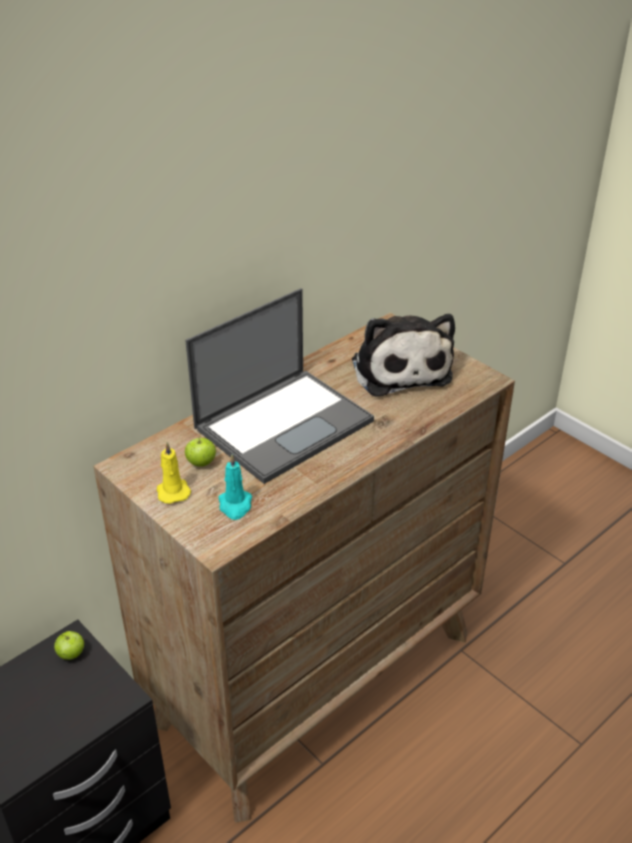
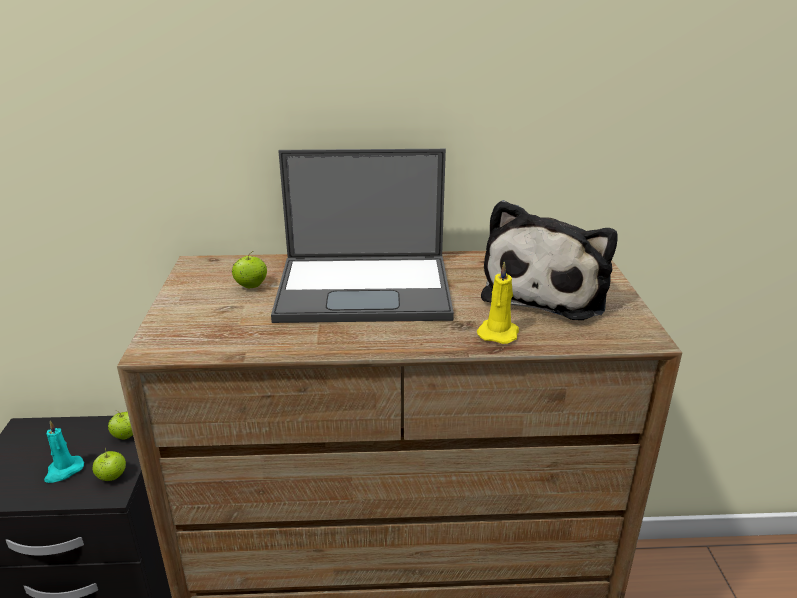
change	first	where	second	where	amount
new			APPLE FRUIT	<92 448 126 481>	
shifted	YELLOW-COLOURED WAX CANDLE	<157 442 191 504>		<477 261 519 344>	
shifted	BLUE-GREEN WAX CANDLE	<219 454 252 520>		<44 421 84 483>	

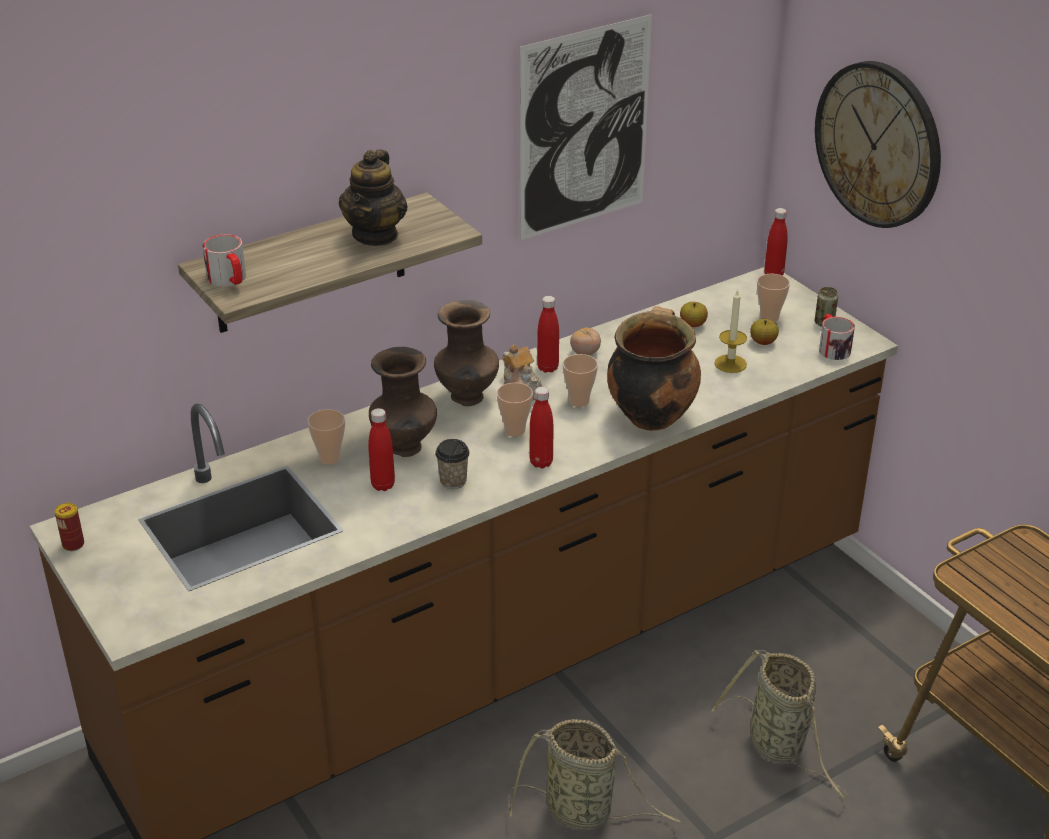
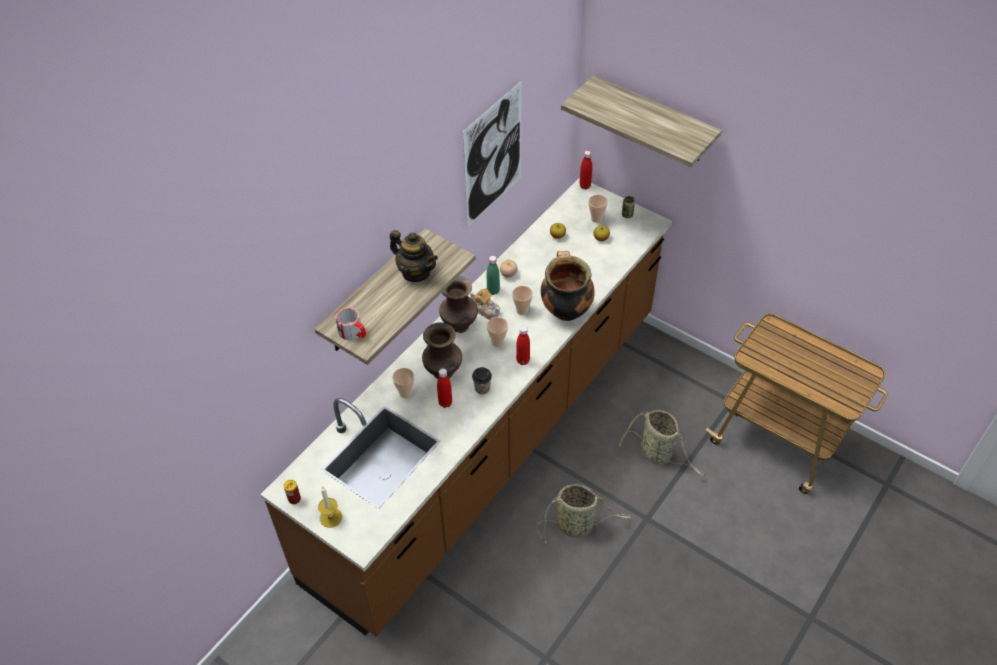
change	first	where	second	where	amount
gone	COFFEE MUG	<819 314 855 360>			
shifted	WAX CANDLE	<715 289 747 373>		<318 486 342 528>	
swapped	CLOCK ON THE WALL	<815 61 941 228>	BRACKET SHELF	<561 76 722 167>	
repainted	RED BEVERAGE BOTTLE	<537 296 559 373>	GREEN BEVERAGE BOTTLE	<487 256 500 295>	
rotated	TEAPOT	<339 150 408 246>		<390 230 438 282>	45 degrees counterclockwise

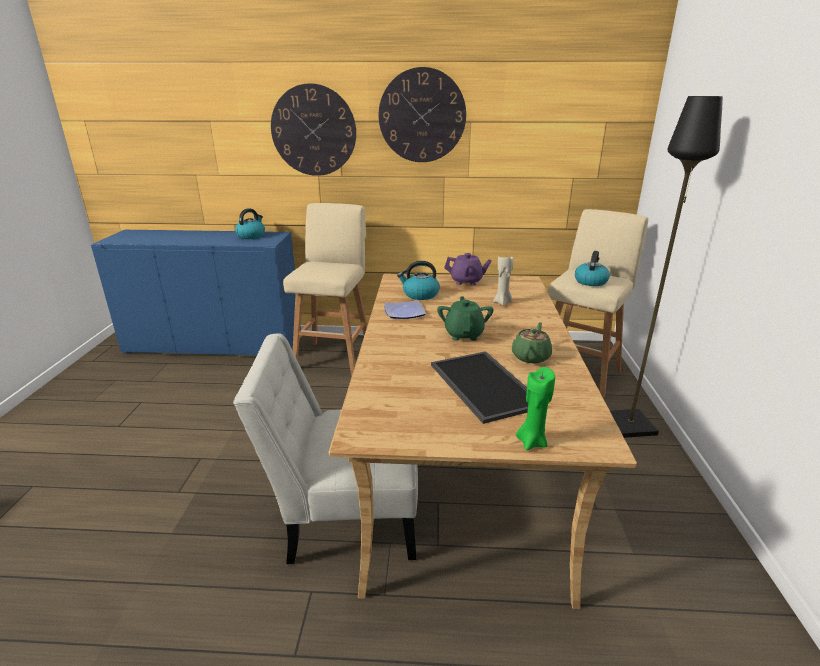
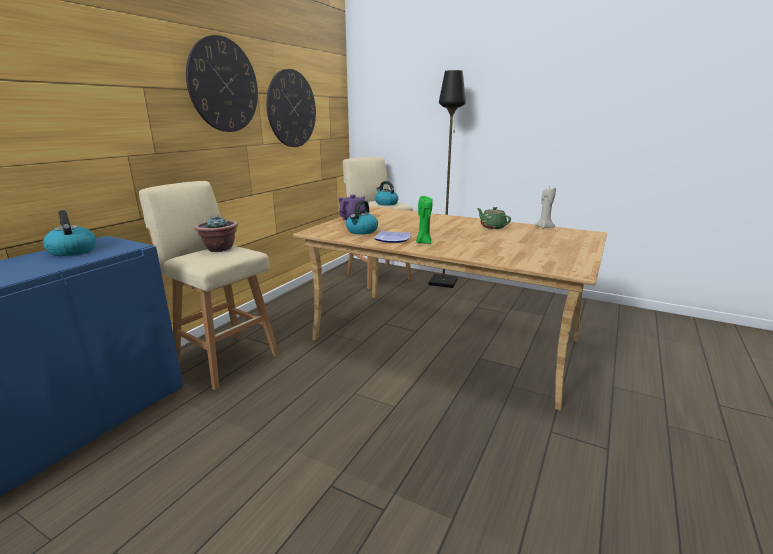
change	first	where	second	where	amount
gone	WHITE-COLOURED CHAIR	<233 333 418 564>			
gone	SERVING TRAY	<431 351 528 424>			
gone	GREEN TEAPOT	<437 297 494 341>			
new			PLANT IN A POT	<194 215 238 252>	
shifted	CLOCK ON THE WALL	<271 83 356 176>		<266 69 316 147>	
shifted	SAND-COLOURED WAX CANDLE	<493 256 513 306>		<534 187 556 229>	
shifted	GREEN WAX CANDLE	<516 367 555 450>		<416 196 433 244>	

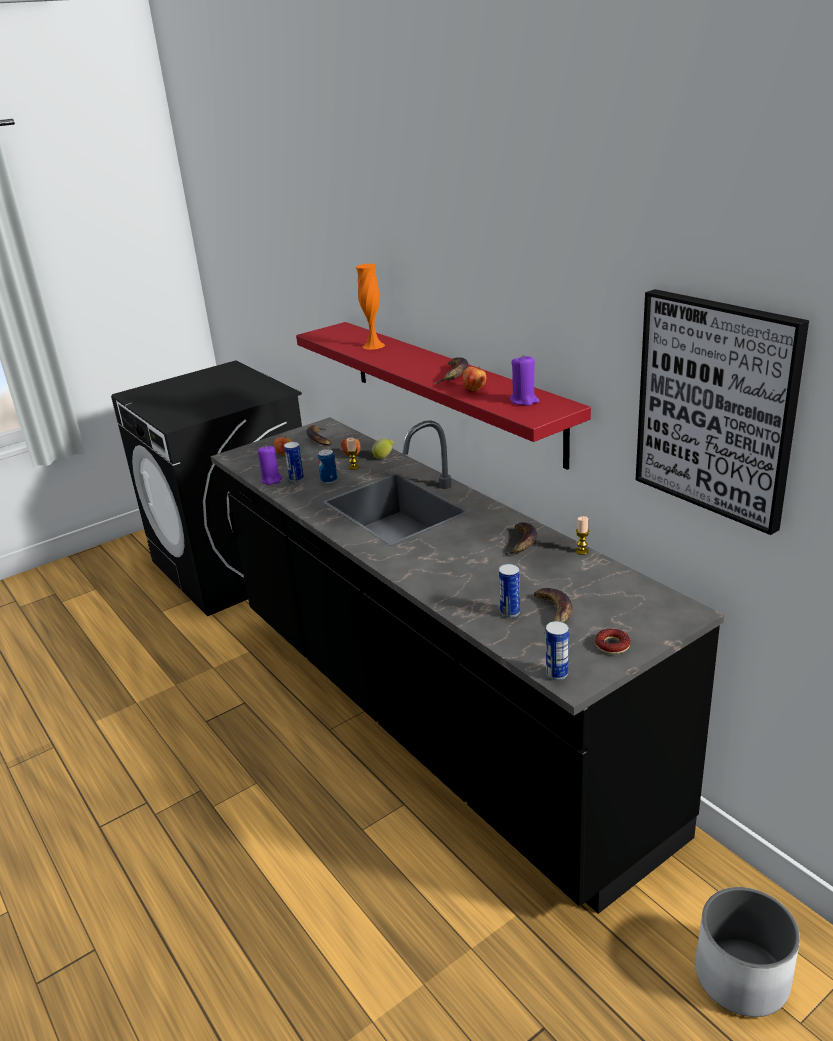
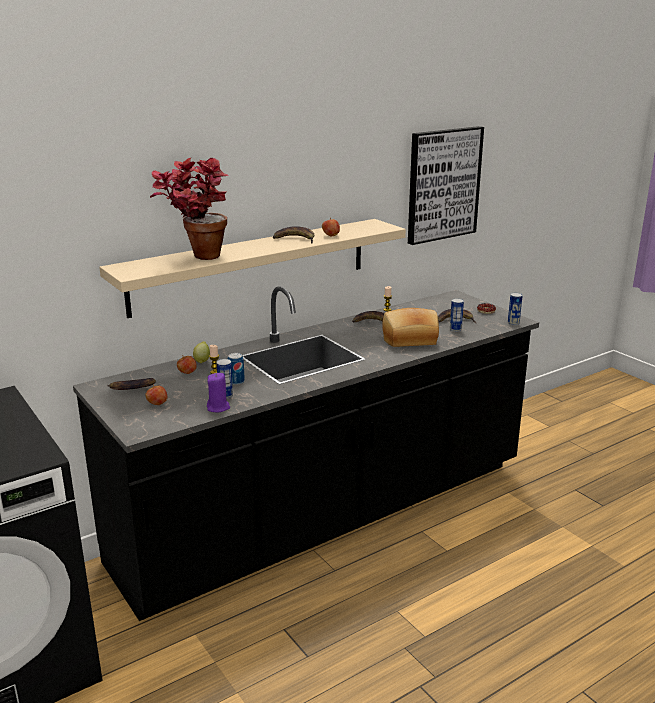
change	first	where	second	where	amount
gone	PURPLISH WAX CANDLE	<510 355 540 406>			
gone	WHITE-COLOURED PLANTER	<696 887 800 1017>			
new			BAKED BREAD	<382 308 439 347>	
swapped	ORANGEY VASE	<356 264 385 350>	PLANT IN A POT	<150 158 228 260>	
repainted	RED BRACKET SHELF	<296 322 591 470>	SAND-COLOURED BRACKET SHELF	<99 219 406 318>	

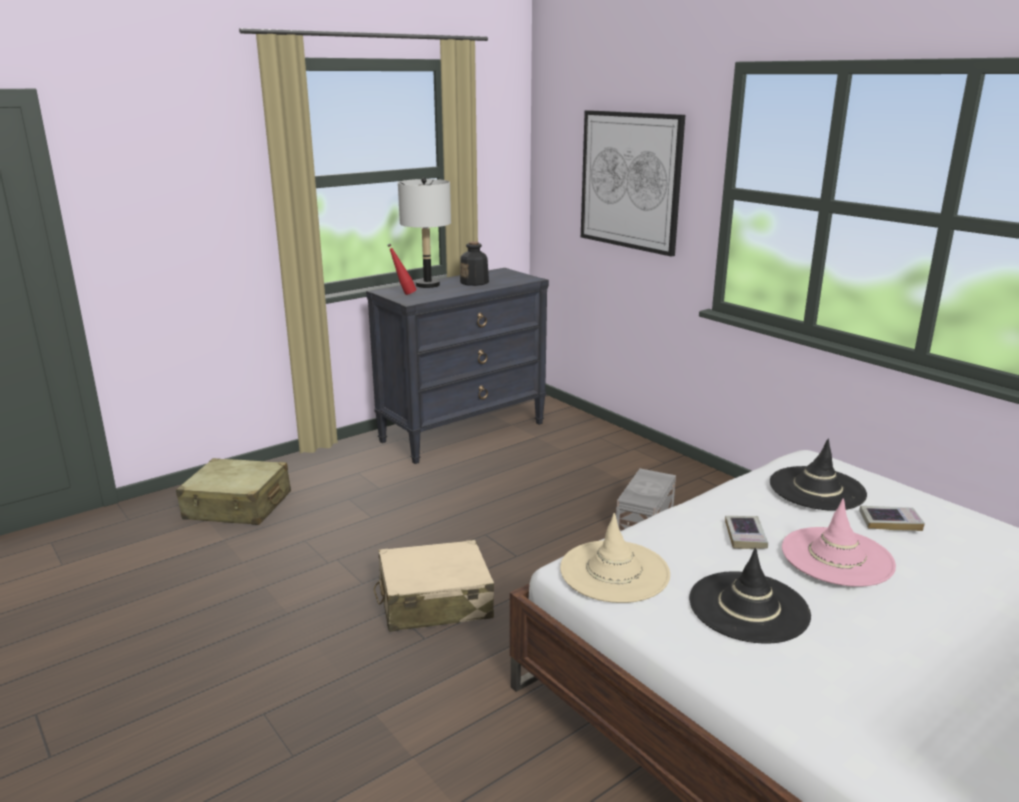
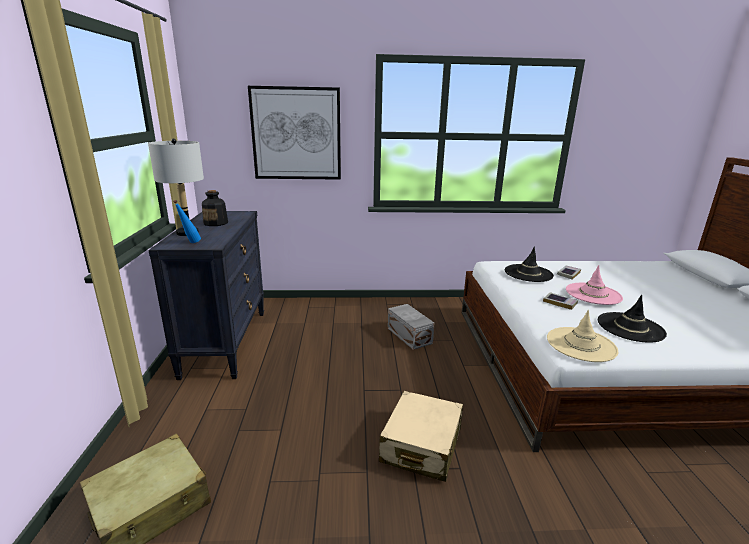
change	first	where	second	where	amount
repainted	RED BEVERAGE BOTTLE	<387 244 417 295>	BLUE-COLOURED BEVERAGE BOTTLE	<173 200 201 243>	

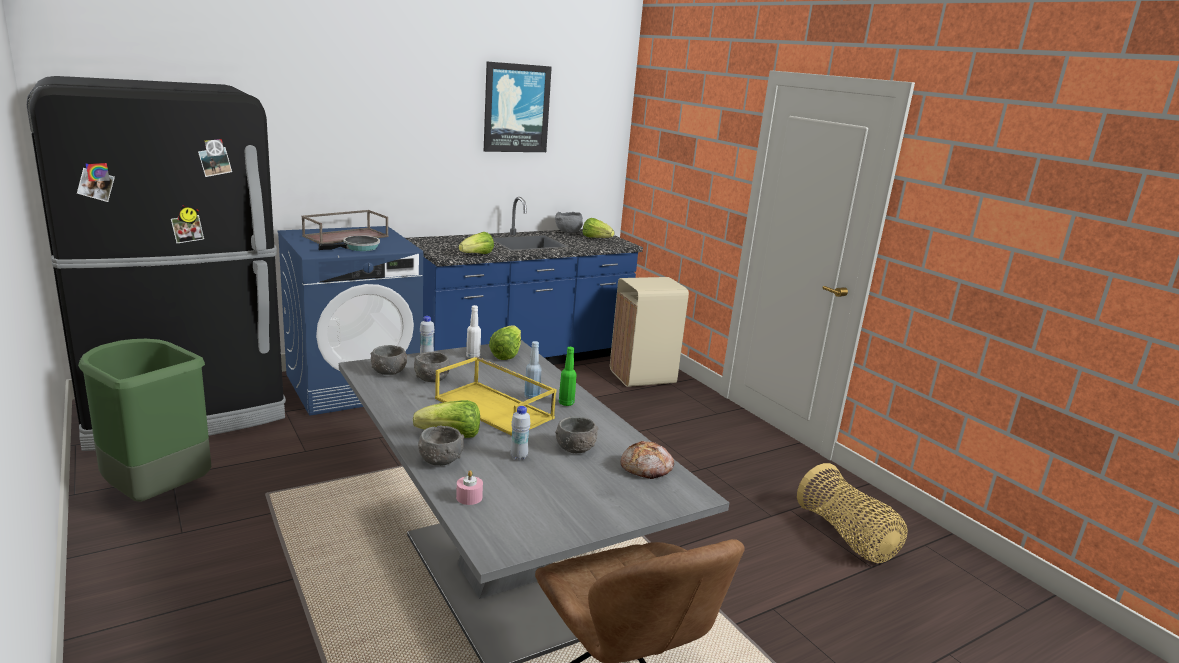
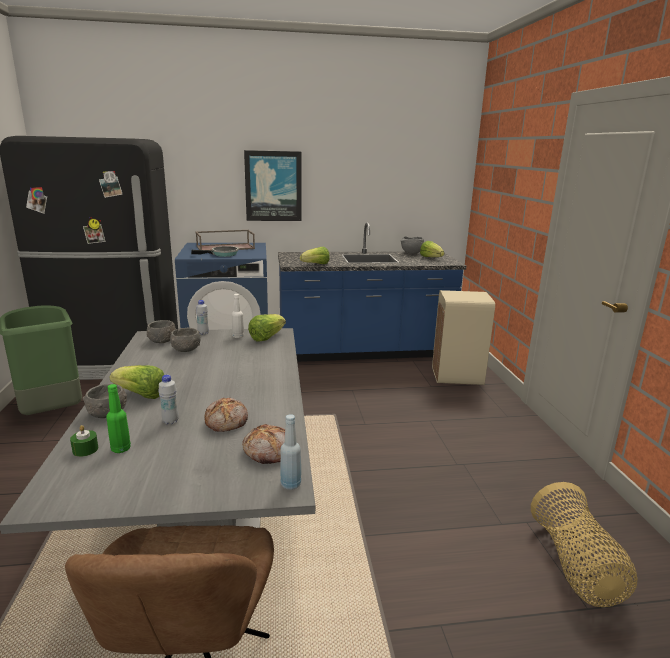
change	first	where	second	where	amount
gone	YELLOW-COLOURED SERVING TRAY	<435 356 557 436>			
shifted	PICTURE	<484 62 552 152>		<244 150 301 221>	
shifted	BLUE-COLOURED BEVERAGE BOTTLE	<524 341 542 399>		<280 414 301 490>	
shifted	GREEN BEVERAGE BOTTLE	<559 347 576 406>		<106 384 131 453>	
swapped	GREYISH DEEP DISH	<555 416 599 453>	BAKED BREAD	<204 397 248 432>	
repainted	PINK-COLOURED WAX CANDLE	<456 470 483 505>	GREEN WAX CANDLE	<70 425 98 457>	

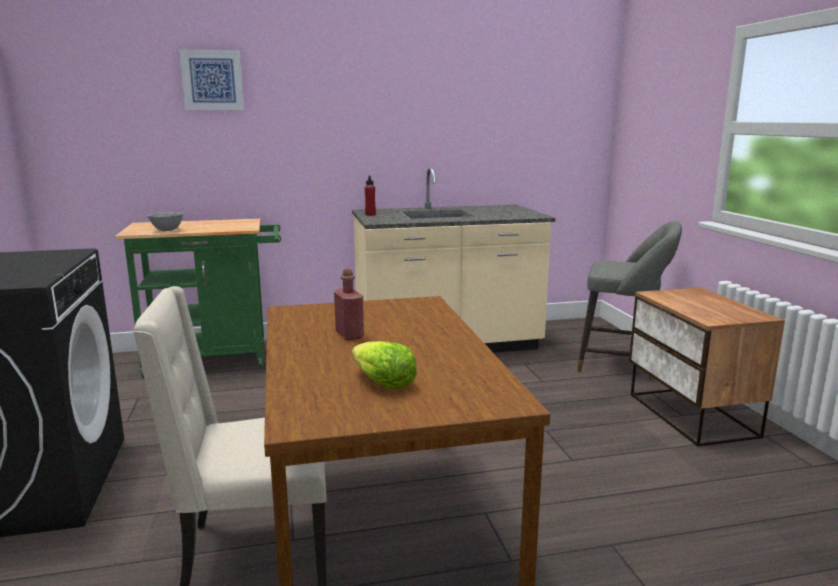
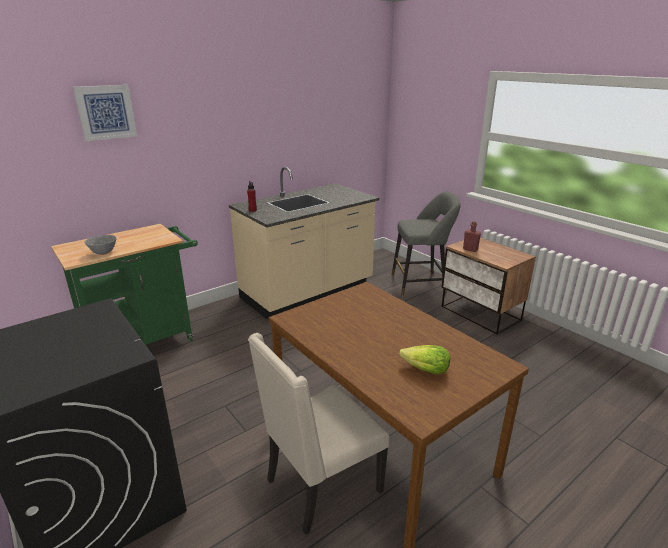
change	first	where	second	where	amount
shifted	RED BEVERAGE BOTTLE	<334 269 364 340>		<463 221 481 252>	

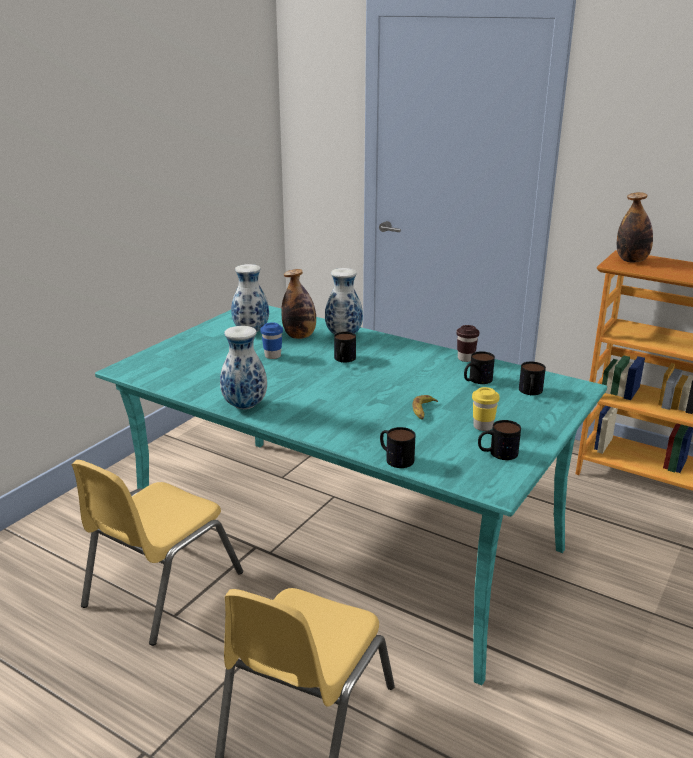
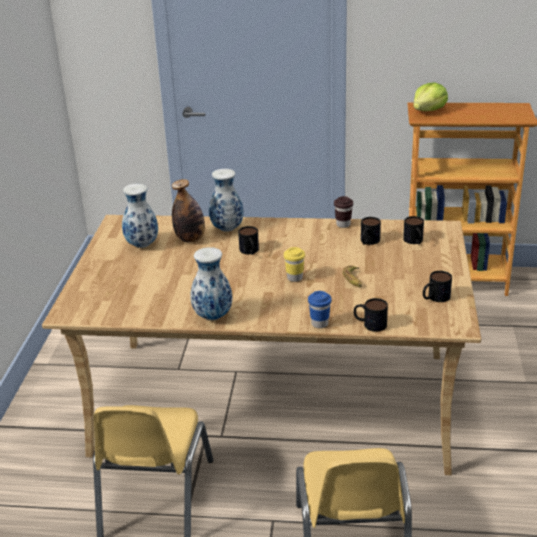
change	first	where	second	where	amount
shifted	BLUE-COLOURED SMALL CUP	<260 322 283 359>		<308 291 331 328>	
shifted	YELLOW-COLOURED SMALL CUP	<472 387 500 431>		<284 247 305 282>	
swapped	BEVERAGE BOTTLE	<617 192 653 262>	LETTUCE	<413 82 448 111>	
repainted	BLUE-GREEN DINING TABLE	<95 306 607 686>	SAND-COLOURED DINING TABLE	<42 215 481 475>	

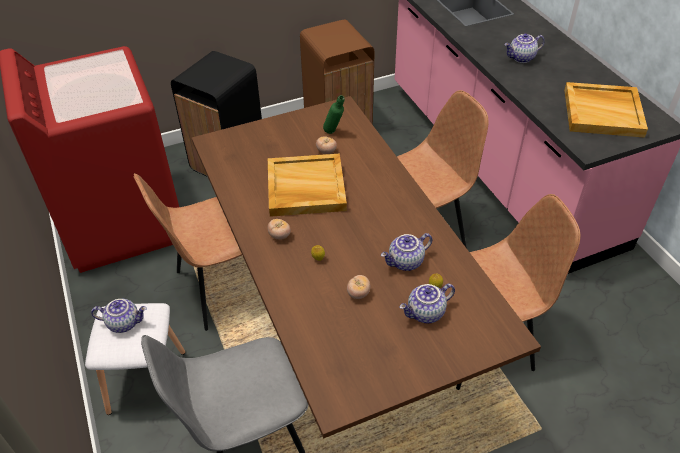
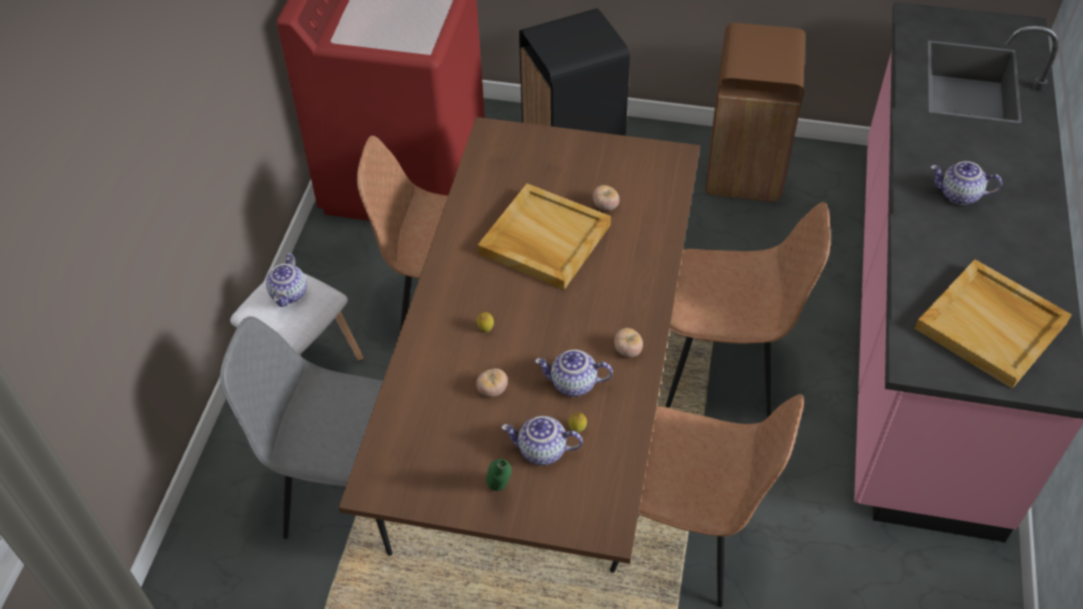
change	first	where	second	where	amount
shifted	TOMATO	<268 219 291 240>		<614 328 643 358>	
shifted	GREEN BEVERAGE BOTTLE	<323 95 345 134>		<486 459 512 491>	
rotated	TEAPOT	<91 299 147 333>		<266 253 307 307>	60 degrees clockwise

